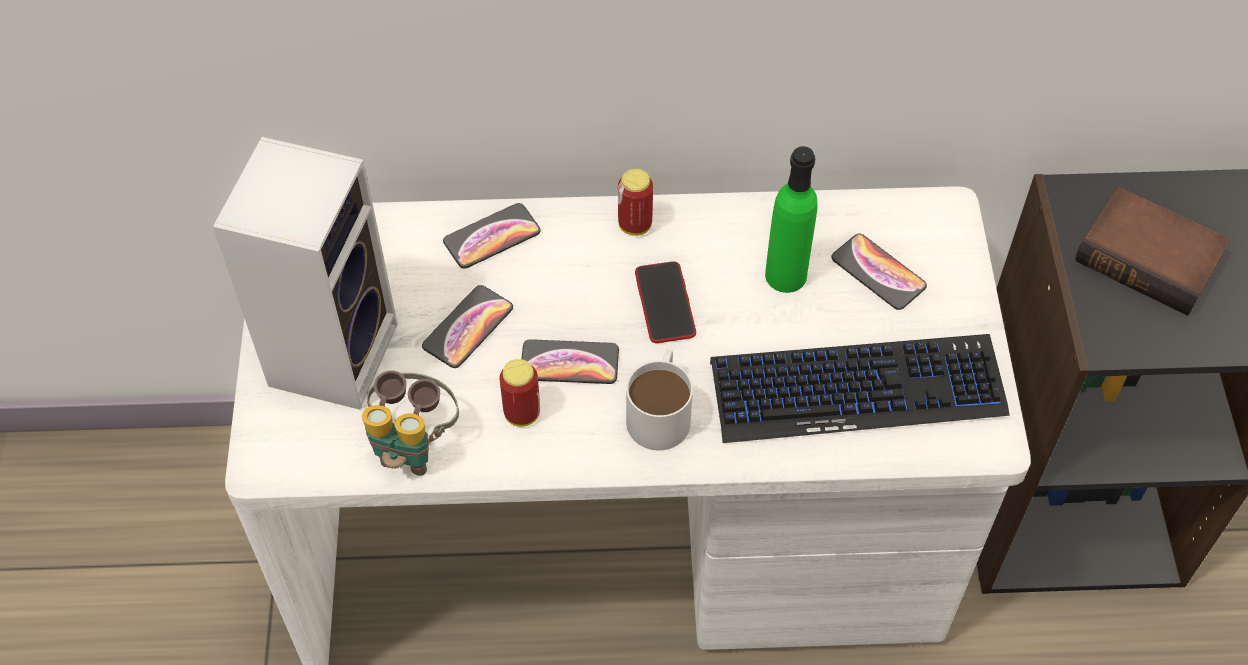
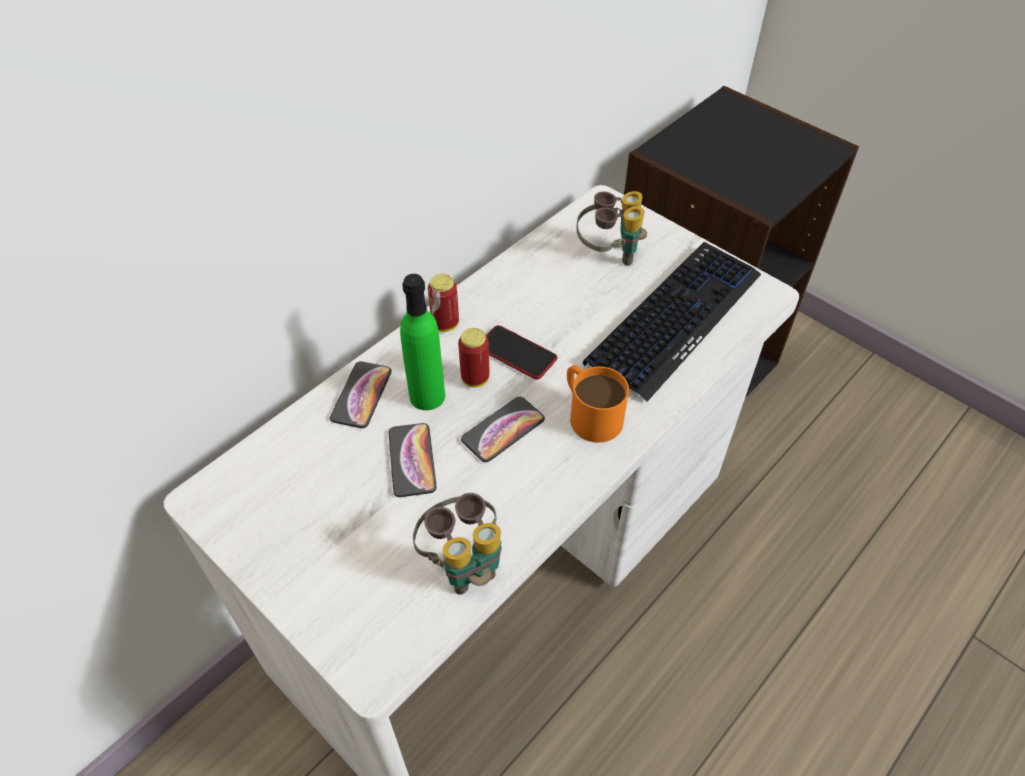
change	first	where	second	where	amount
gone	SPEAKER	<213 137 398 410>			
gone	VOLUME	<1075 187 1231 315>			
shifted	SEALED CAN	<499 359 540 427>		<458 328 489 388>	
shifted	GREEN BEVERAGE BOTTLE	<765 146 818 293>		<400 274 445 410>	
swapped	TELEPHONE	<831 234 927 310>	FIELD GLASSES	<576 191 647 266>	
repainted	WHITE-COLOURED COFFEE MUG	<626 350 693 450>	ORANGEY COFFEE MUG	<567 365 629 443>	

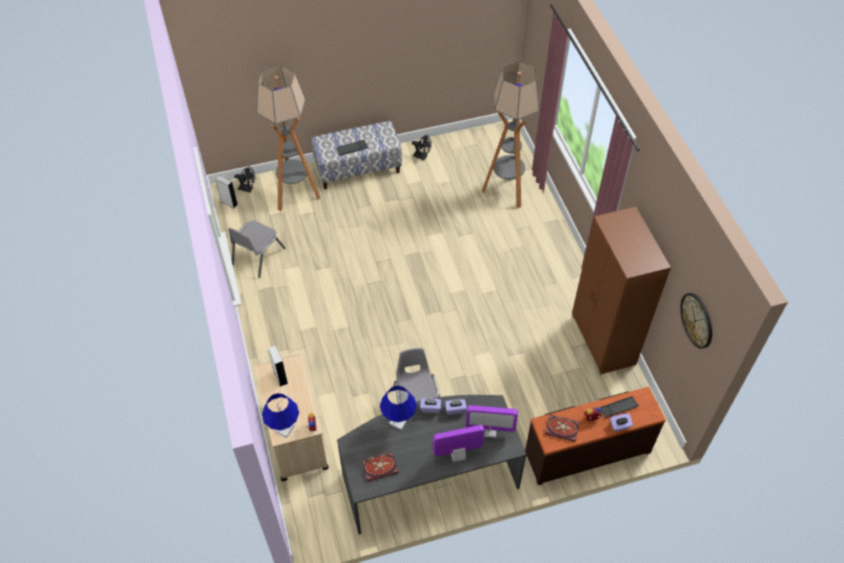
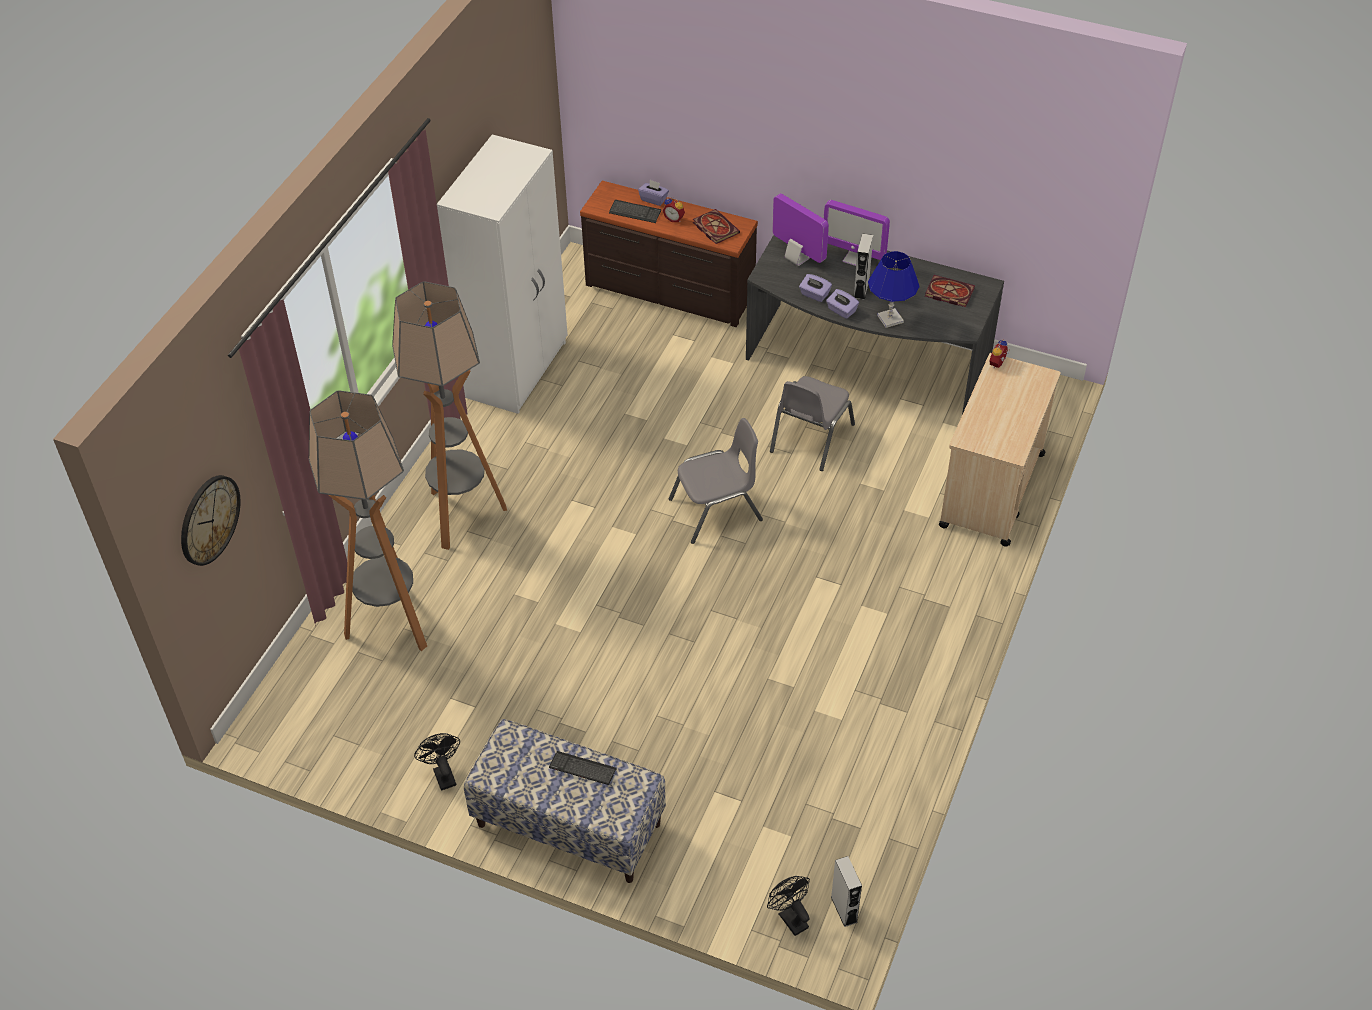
change	first	where	second	where	amount
gone	BLUE-COLOURED LAMP FOR A TABLE	<262 393 299 437>			
shifted	GREYISH CHAIR	<228 221 286 278>		<669 418 763 544>	
shifted	STANDARD LAMP	<256 65 320 211>		<392 281 507 550>	
shifted	GREYISH SPEAKER	<268 346 288 387>		<854 233 873 300>	
shifted	CLOCK ON THE WALL	<680 293 712 349>		<181 475 240 566>	
repainted	BROWN-COLOURED WARDROBE	<572 207 671 374>	WHITE-COLOURED WARDROBE	<437 134 568 414>	

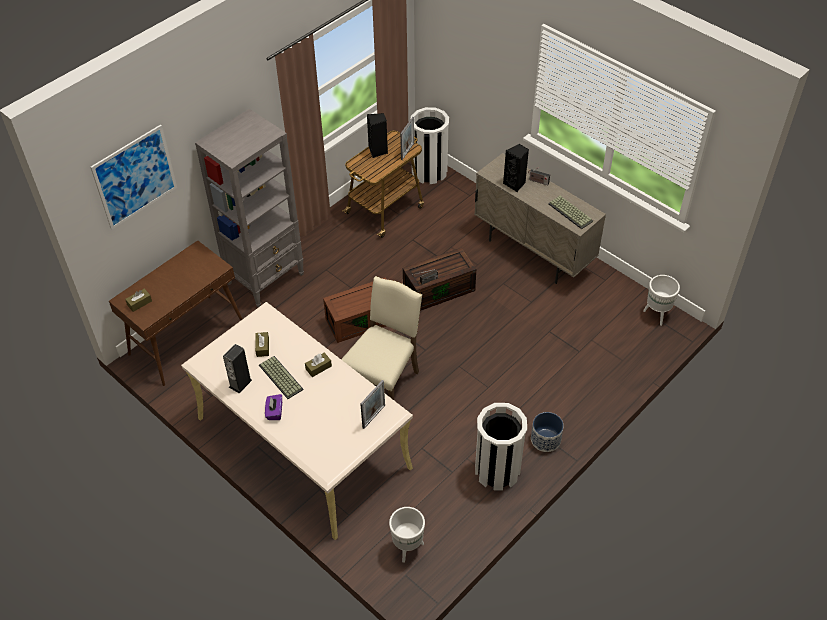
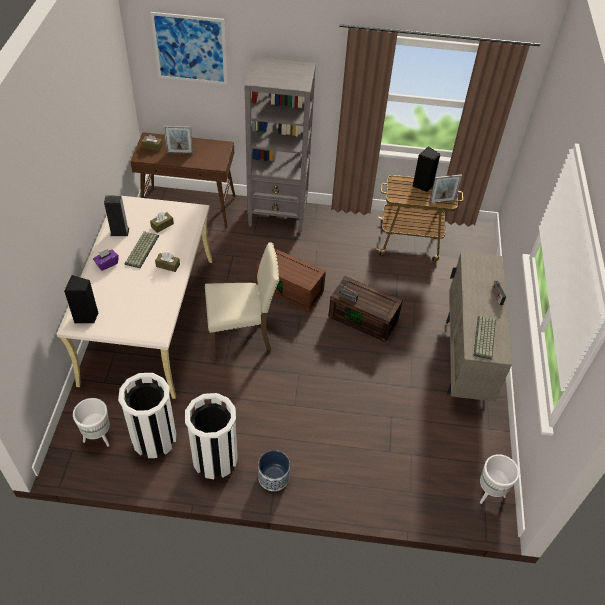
change	first	where	second	where	amount
shifted	PICTURE FRAME	<360 380 385 429>		<164 126 193 154>	
shifted	WHITE-COLOURED WASTE BIN	<411 107 449 184>		<118 373 176 458>	
shifted	BLACKISH SPEAKER	<503 144 529 192>		<64 275 99 324>	

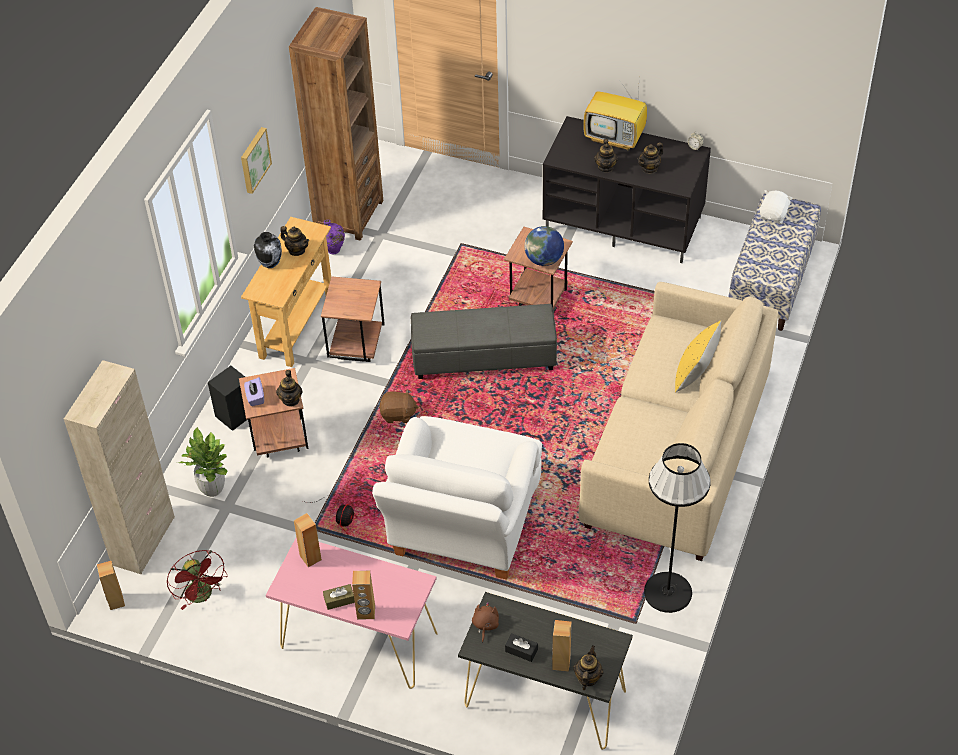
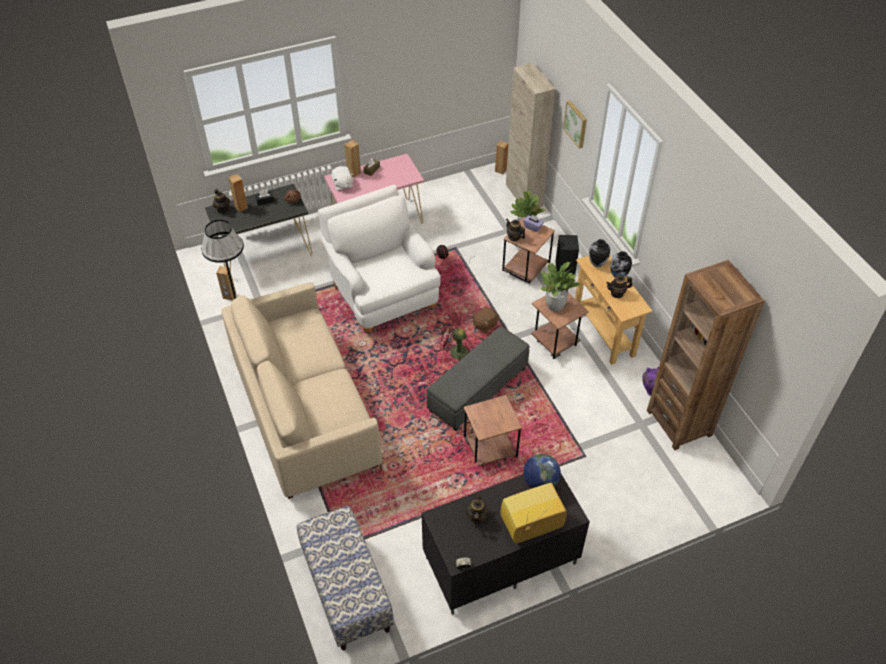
change	first	where	second	where	amount
gone	TEAPOT	<594 139 618 173>			
gone	YELLOW-COLOURED CUSHION	<675 320 721 393>			
new			PLANT IN A POT	<541 262 580 312>	
new			VASE	<589 239 610 267>	
shifted	RED ELECTRIC FAN	<167 550 227 610>		<440 312 468 363>	
shifted	PICTURE	<241 127 272 194>		<563 100 587 149>	
shifted	BROWN-COLOURED SPEAKER	<294 513 322 567>		<216 266 236 300>	
shifted	DESK GLOBE	<524 226 564 266>		<523 454 561 488>	
shifted	WHITE-COLOURED CUDDLY TOY	<760 190 793 224>		<331 166 354 191>	

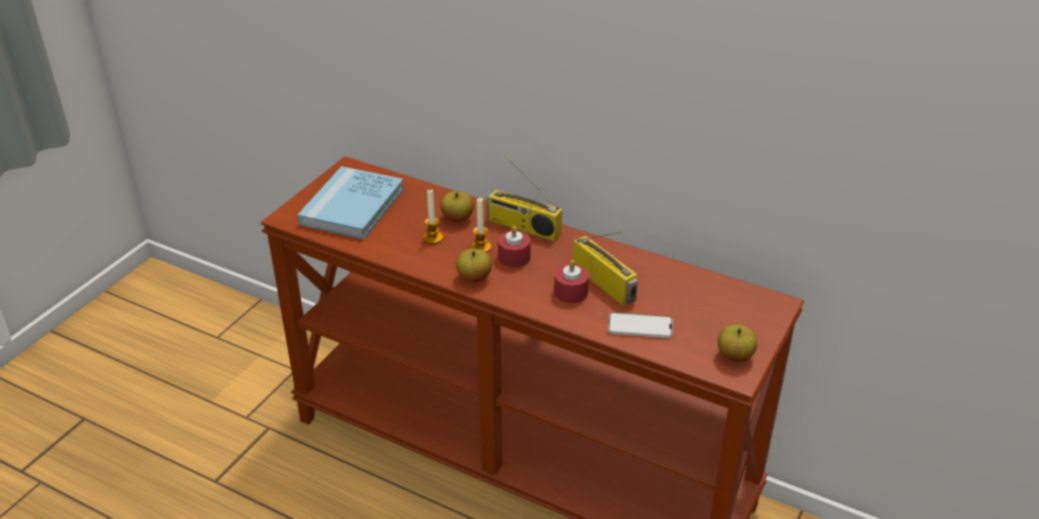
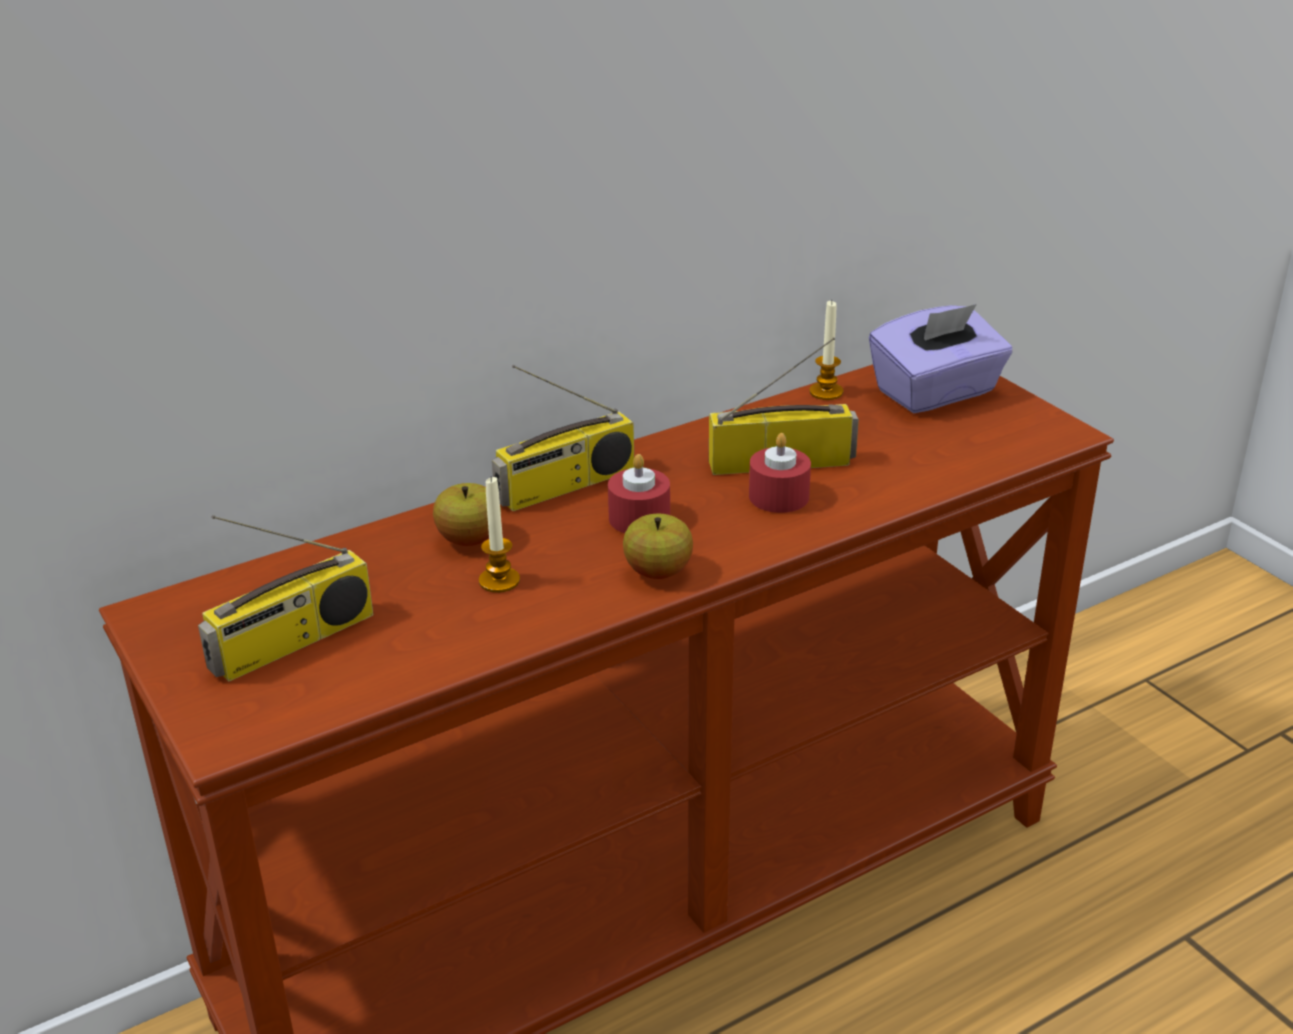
change	first	where	second	where	amount
gone	TELEPHONE	<608 312 673 338>			
gone	APPLE FRUIT	<718 324 758 362>			
new			PURPLISH TISSUE BOX	<869 304 1012 413>	
shifted	WAX CANDLE	<471 198 491 252>		<809 300 843 400>	
swapped	BLUE-COLOURED VOLUME	<298 166 404 239>	RADIO SET	<198 515 374 681>	

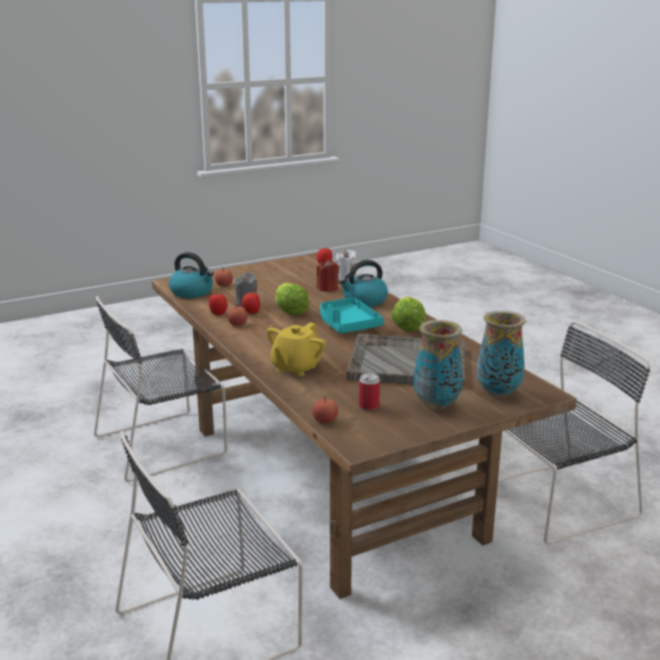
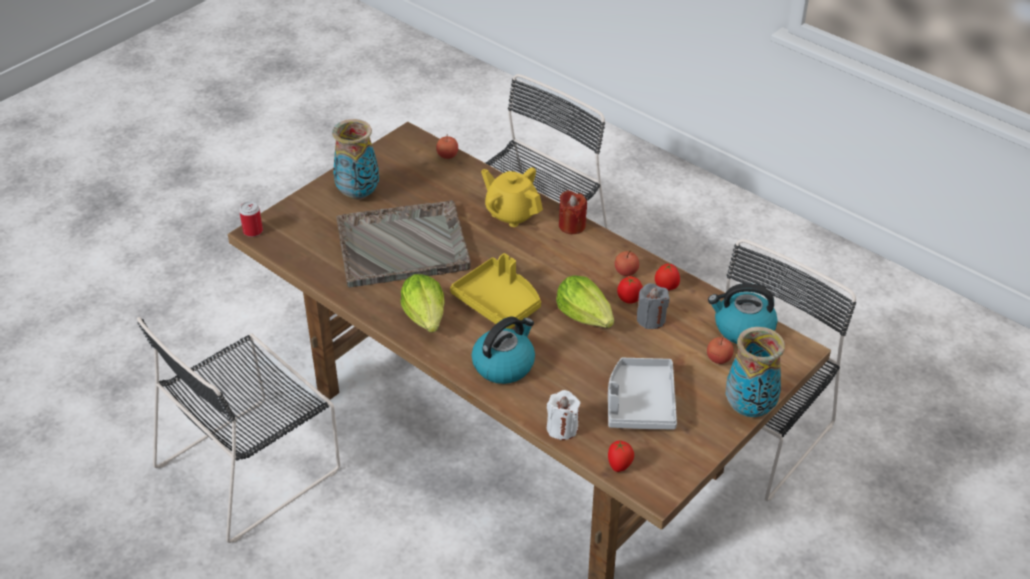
change	first	where	second	where	amount
new			GREYISH SERVING TRAY	<608 358 677 429>	
shifted	RED WAX CANDLE	<317 260 339 292>		<559 190 587 234>	
shifted	SEALED CAN	<359 373 380 411>		<239 201 263 237>	
shifted	VASE	<477 310 526 398>		<726 327 785 417>	
repainted	BLUE-GREEN SERVING TRAY	<320 297 384 333>	YELLOW-COLOURED SERVING TRAY	<450 253 541 329>	
rotated	YELLOW-COLOURED TEAPOT	<267 322 326 377>		<481 167 543 227>	60 degrees counterclockwise

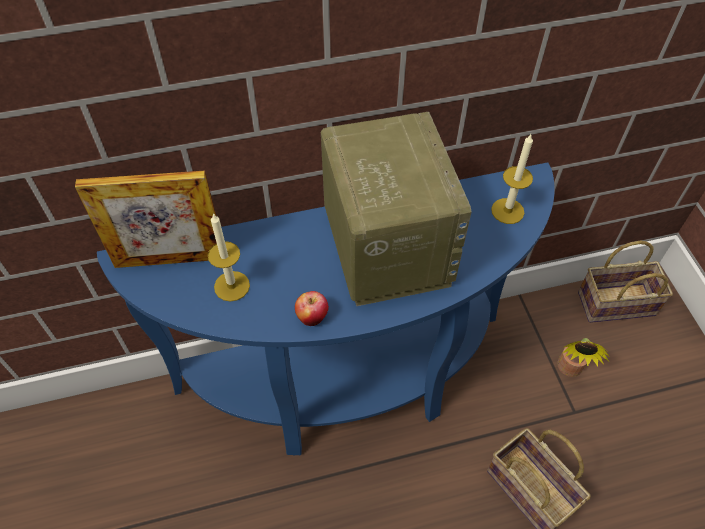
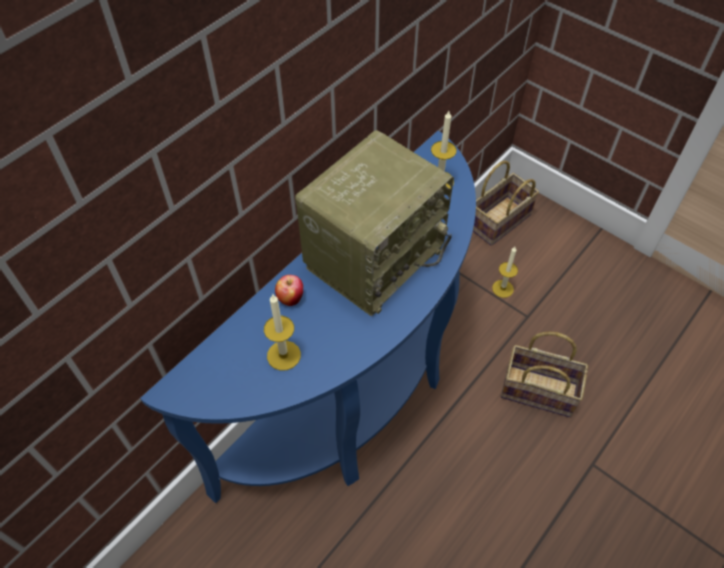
change	first	where	second	where	amount
gone	PICTURE FRAME	<75 171 217 268>			
shifted	APPLE FRUIT	<295 291 329 326>		<275 275 303 306>	
swapped	PLANT IN A POT	<557 338 610 377>	WAX CANDLE	<492 247 518 298>	
rotated	RADIO SET	<321 112 472 306>		<295 130 454 317>	90 degrees clockwise

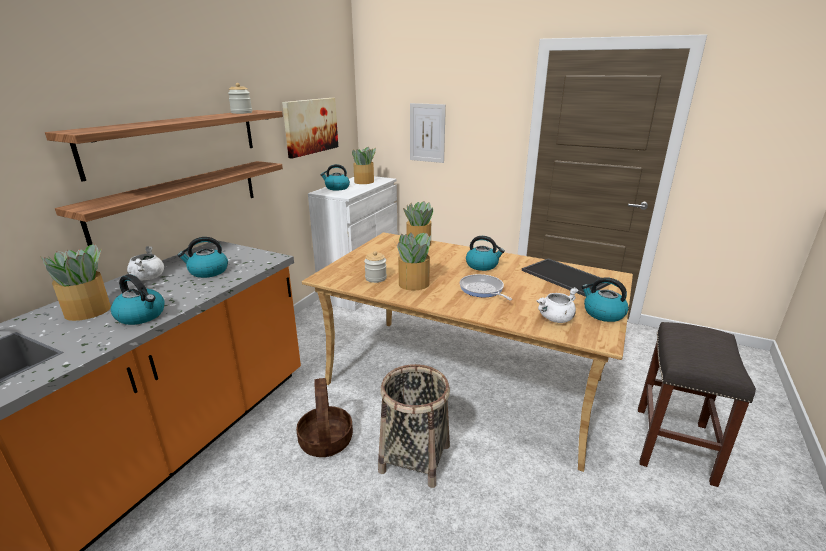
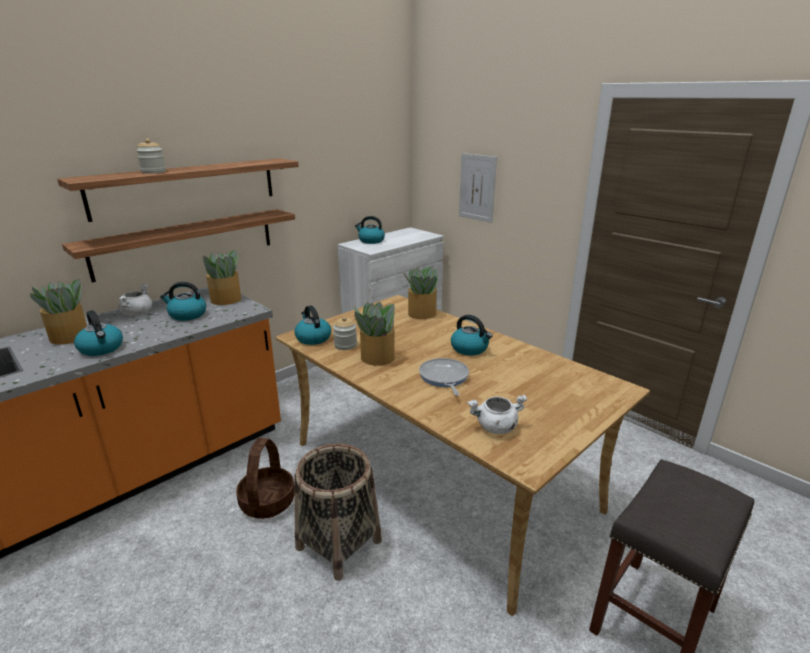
change	first	where	second	where	amount
gone	PICTURE	<282 98 338 159>			
gone	SERVING TRAY	<522 258 610 297>			
shifted	JAR	<228 83 252 114>		<136 139 166 174>	
shifted	PLANT IN A POT	<352 147 376 184>		<202 250 241 305>	
shifted	KETTLE	<582 277 629 322>		<294 305 331 345>	

